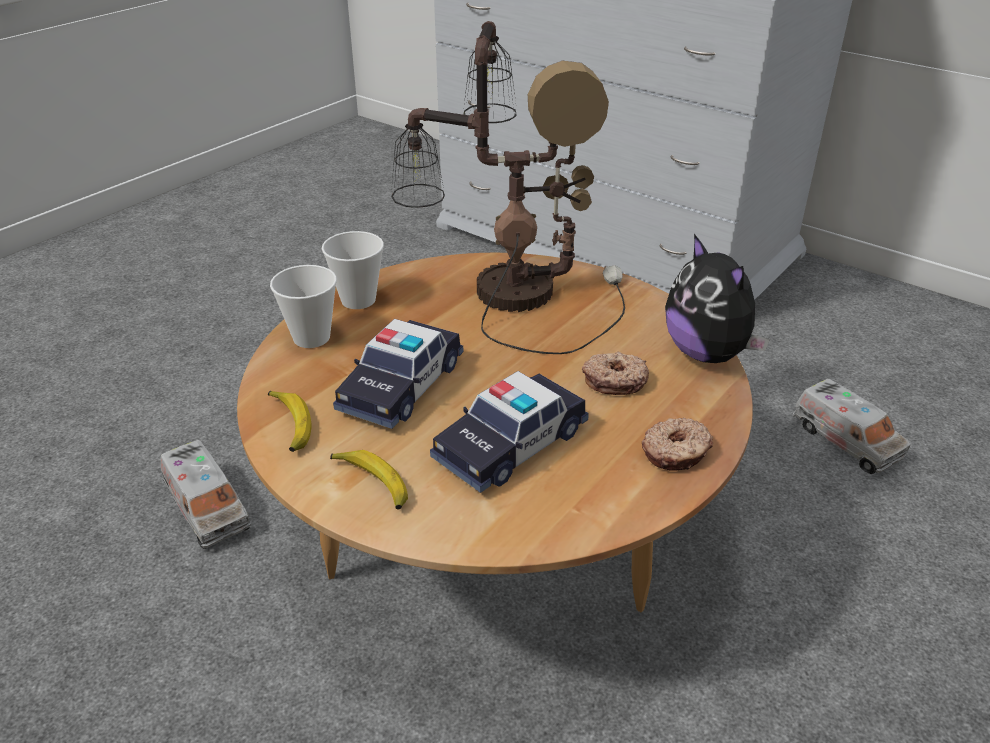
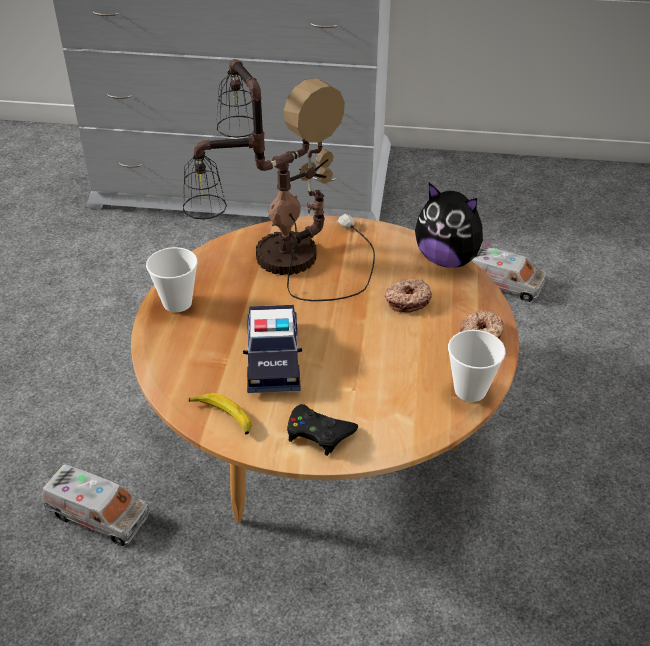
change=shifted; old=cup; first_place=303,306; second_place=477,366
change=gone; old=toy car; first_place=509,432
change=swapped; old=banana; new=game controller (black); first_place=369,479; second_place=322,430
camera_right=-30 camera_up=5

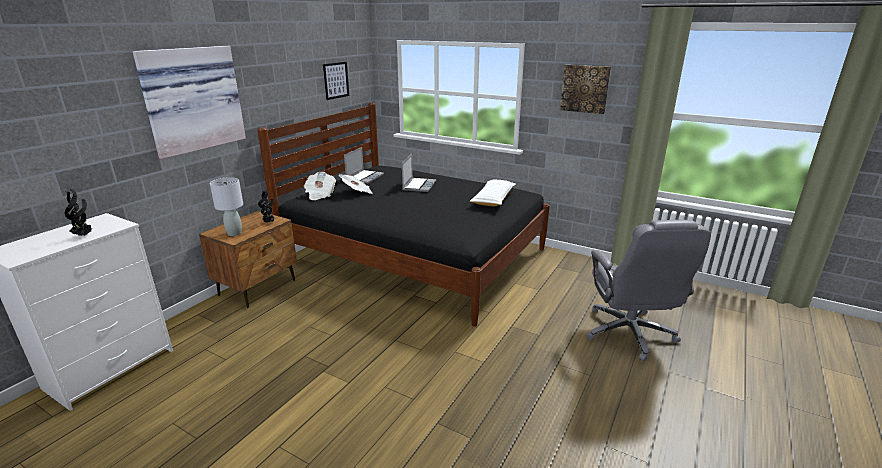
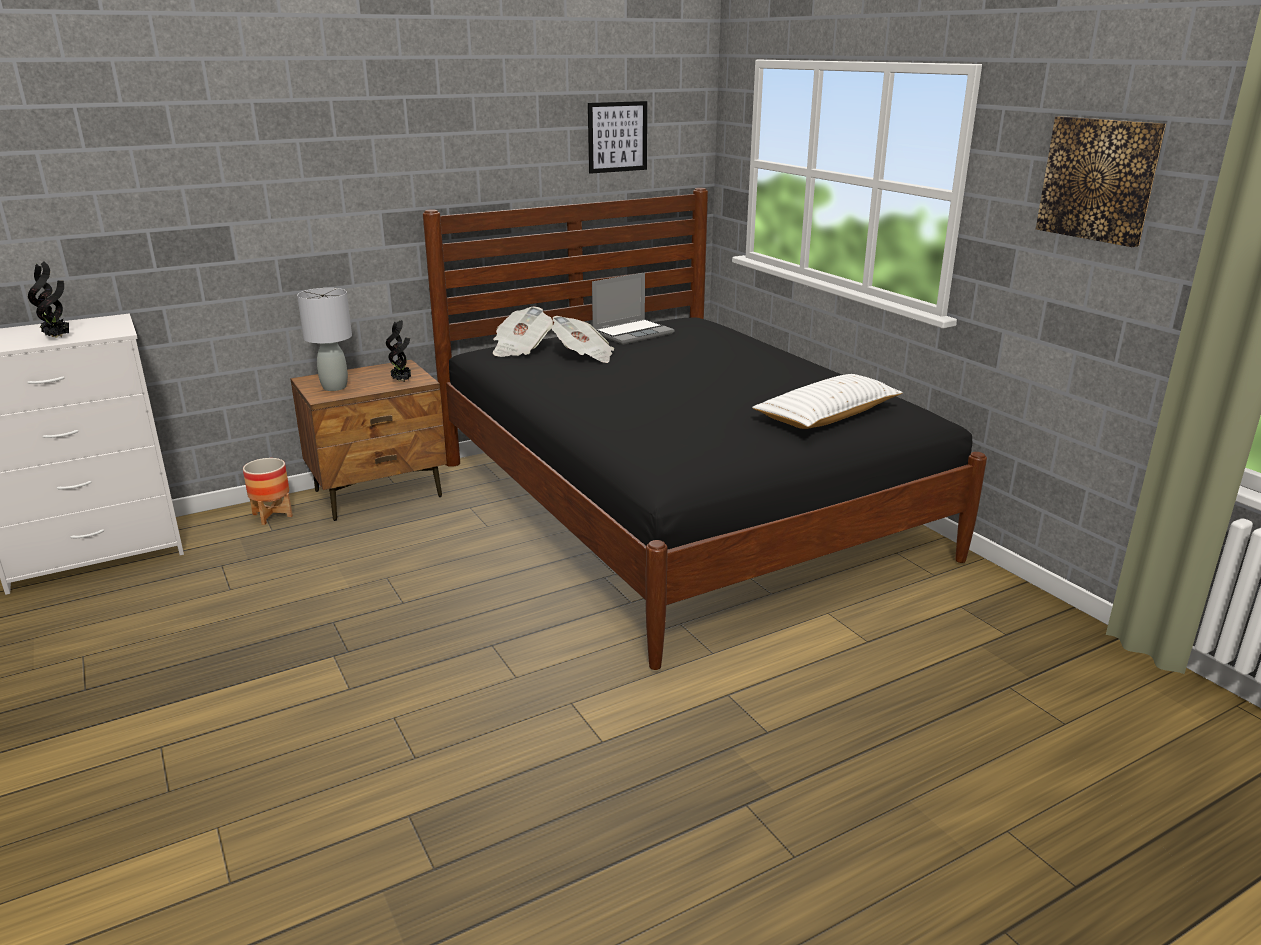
change=gone; old=picture; first_place=189,102
change=gone; old=laptop; first_place=419,173
change=gone; old=office chair (grey); first_place=648,291
change=new; new=planter; second_place=268,491
camera_right=30 camera_up=0

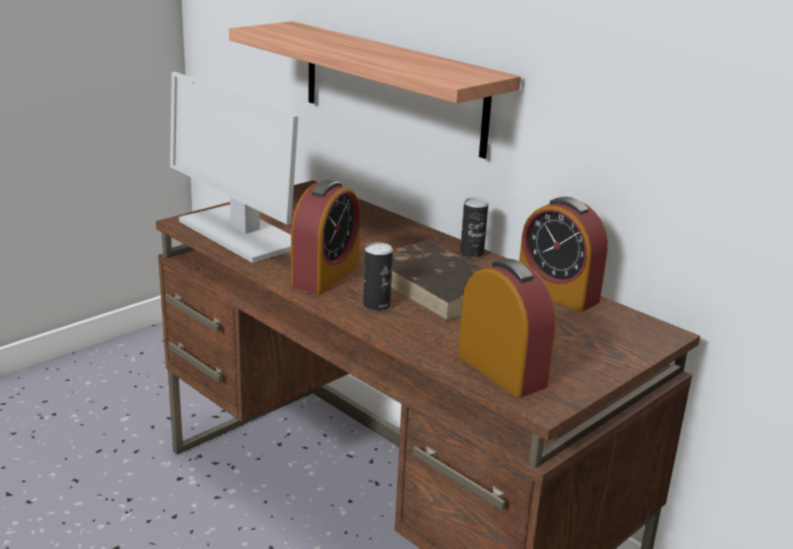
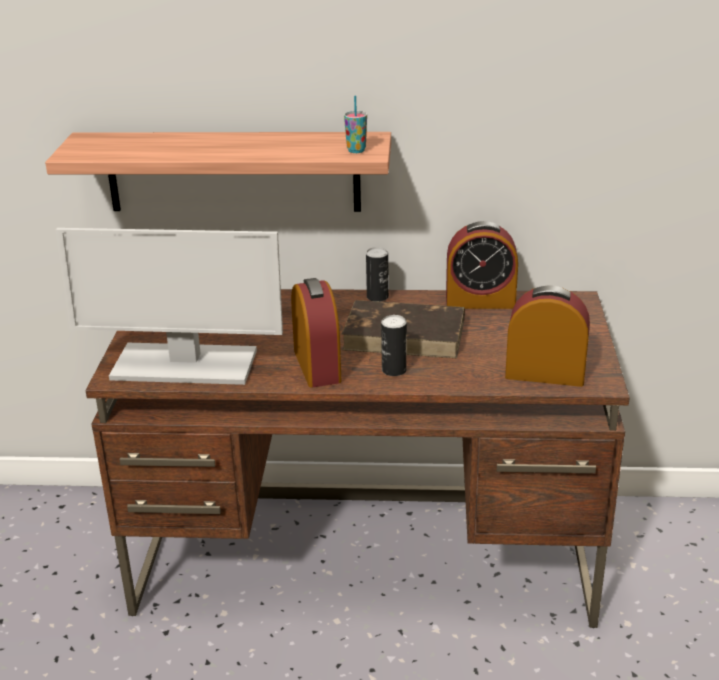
change=new; new=cup; second_place=355,124
camera_right=-40 camera_up=5

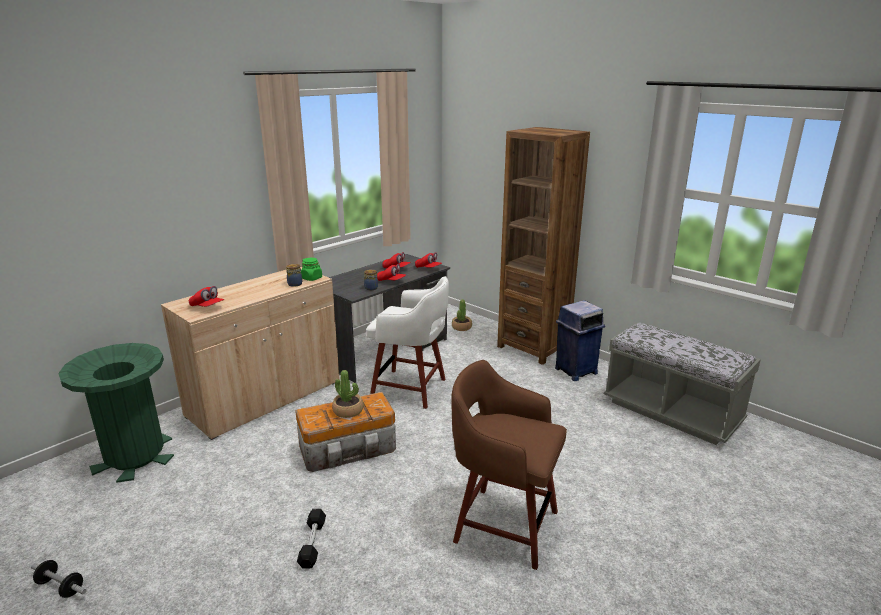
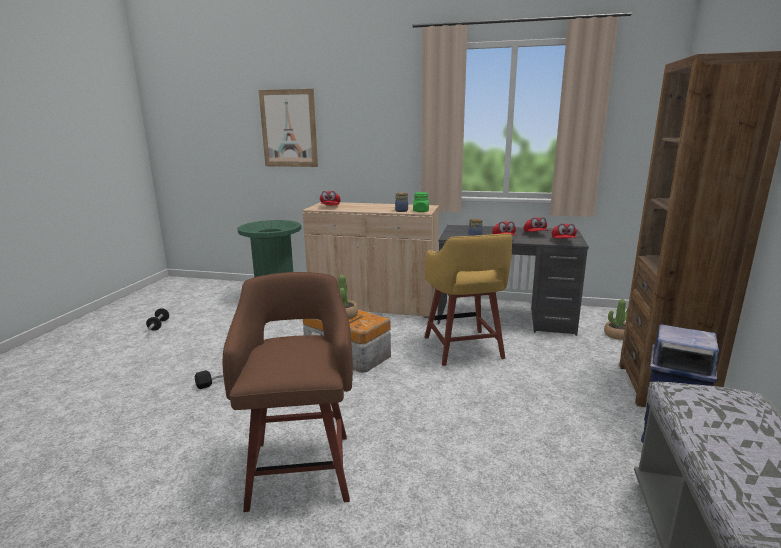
change=repainted; old=stool (white); new=stool (yellow); first_place=407,342; second_place=468,299
change=new; new=picture; second_place=288,128
camera_right=60 camera_up=-5

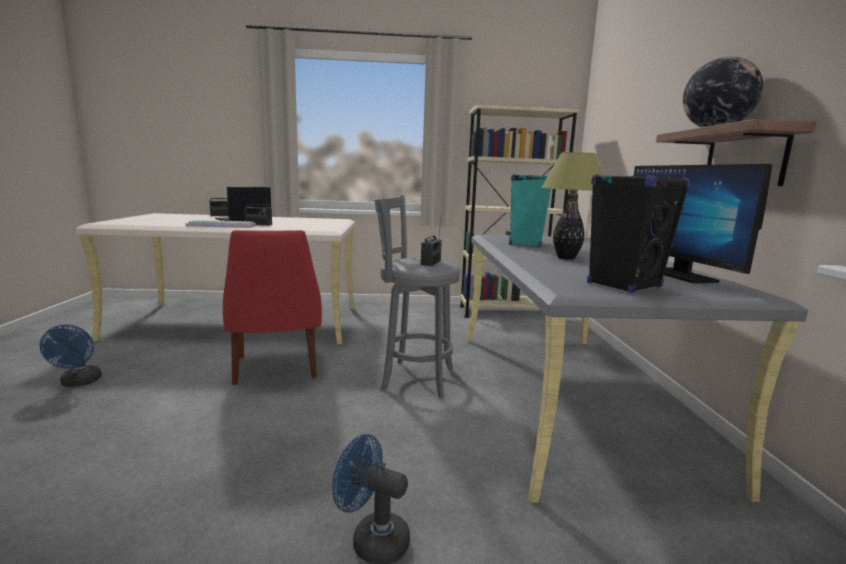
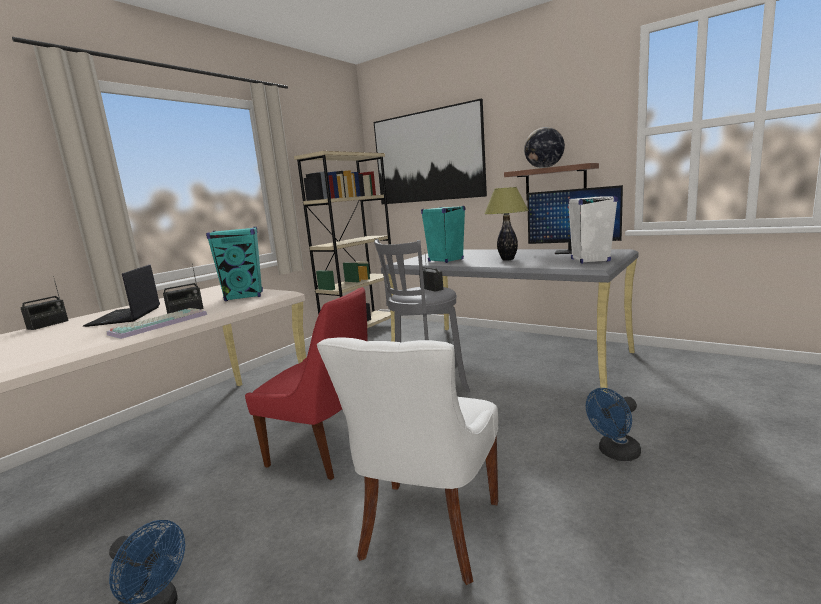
change=repainted; old=speaker (black); new=speaker (white); first_place=638,233; second_place=593,230
change=new; new=picture; second_place=430,151
change=new; new=speaker (turquoise); second_place=234,264
change=new; new=chair (white); second_place=407,461
camera_right=-50 camera_up=0

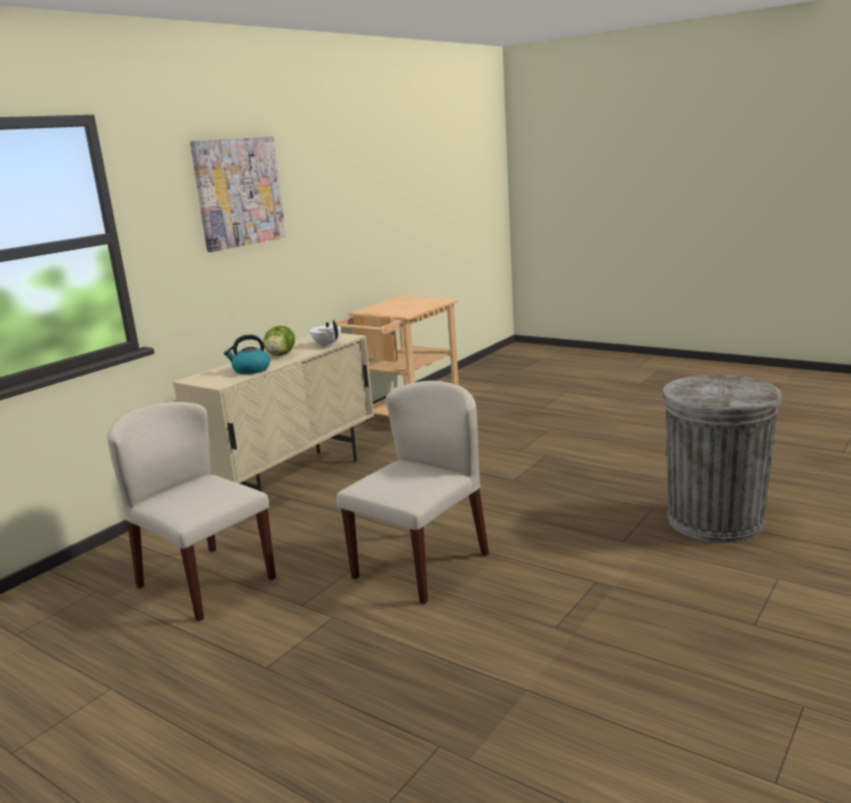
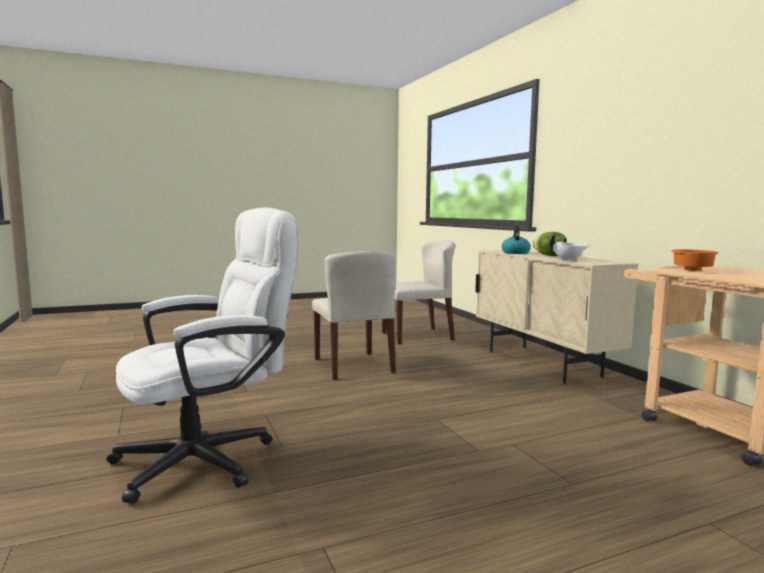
change=gone; old=picture; first_place=238,194
change=swapped; old=trash can (grey); new=office chair (white); first_place=722,459; second_place=202,356
change=new; new=bowl (orange); second_place=695,260
camera_right=120 camera_up=-10

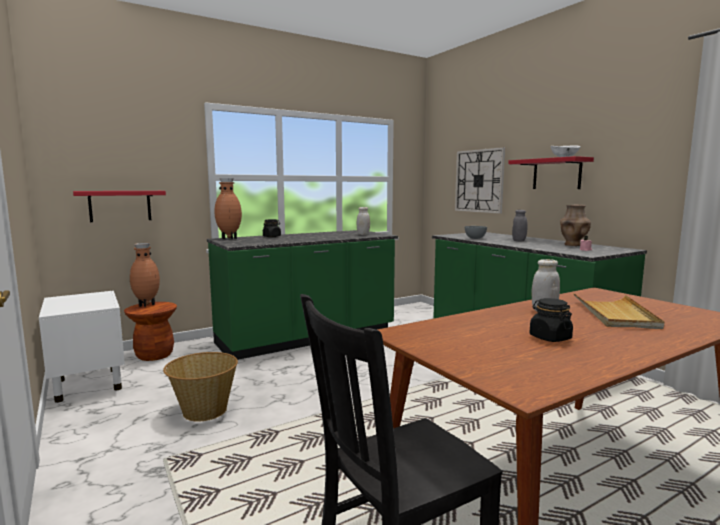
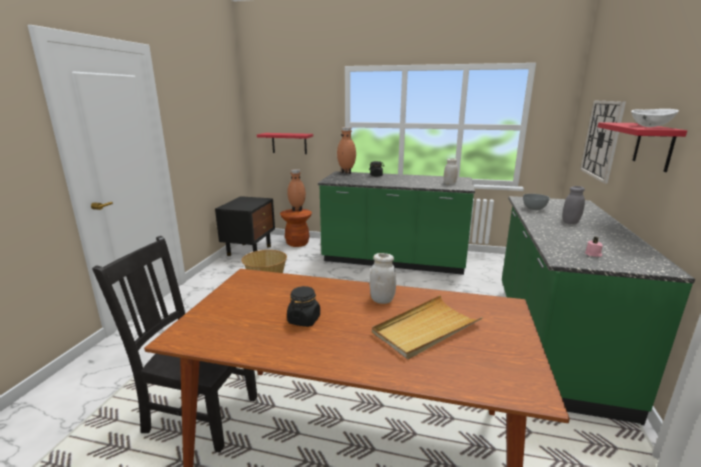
change=gone; old=vase (brown); first_place=575,225
change=repainted; old=nightstand (white); new=nightstand (black); first_place=82,347; second_place=245,226
camera_right=45 camera_up=10

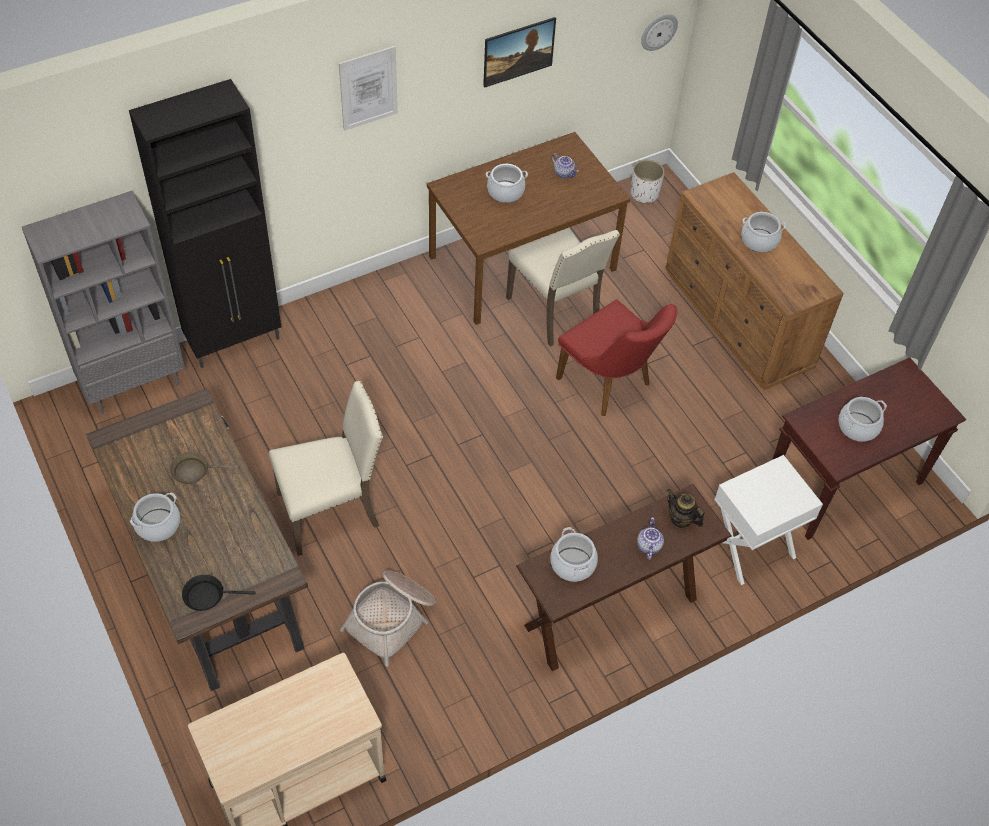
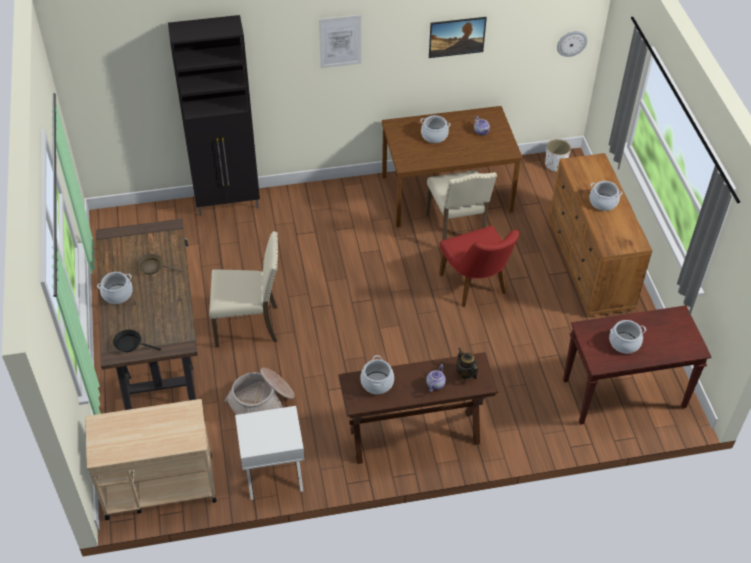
change=gone; old=bookcase (grey); first_place=103,302
change=shifted; old=nightstand (white); first_place=768,520; second_place=269,453
camera_right=20 camera_up=-5

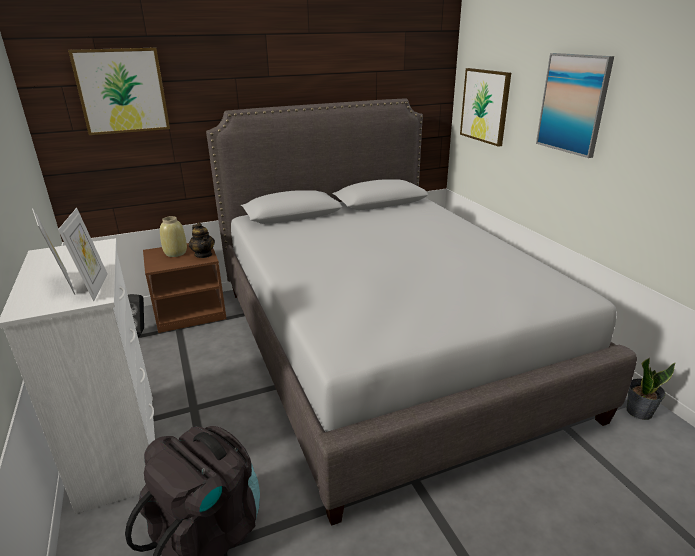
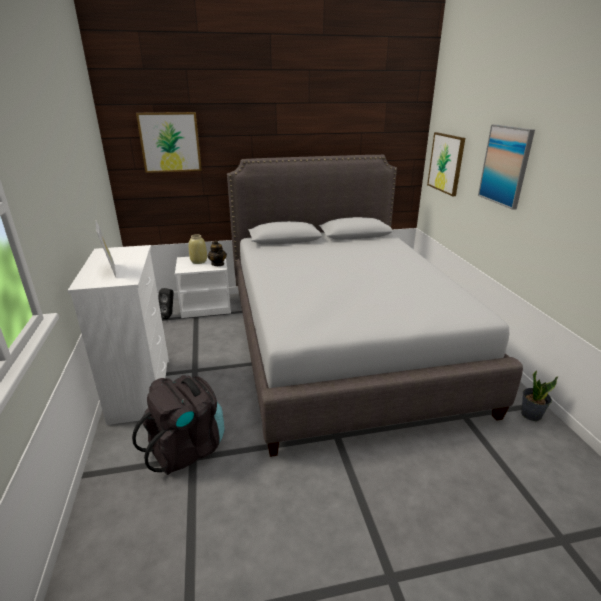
change=gone; old=picture frame; first_place=82,254
change=repainted; old=nightstand (brown); new=nightstand (white); first_place=185,288; second_place=203,286
camera_right=10 camera_up=0

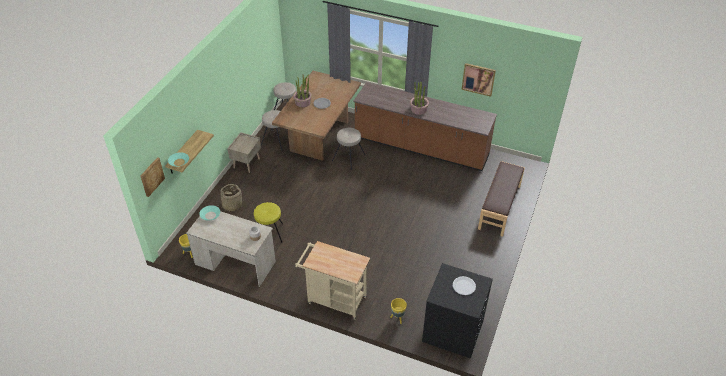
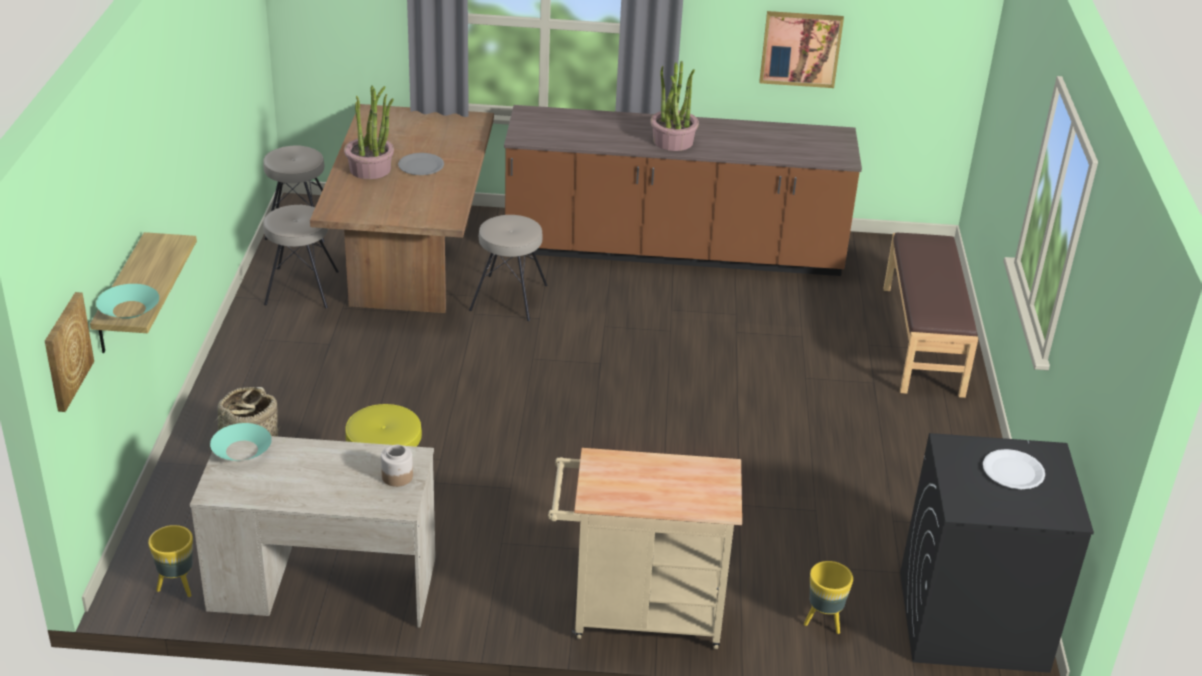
change=gone; old=nightstand (beige); first_place=244,152
camera_right=-20 camera_up=-10

